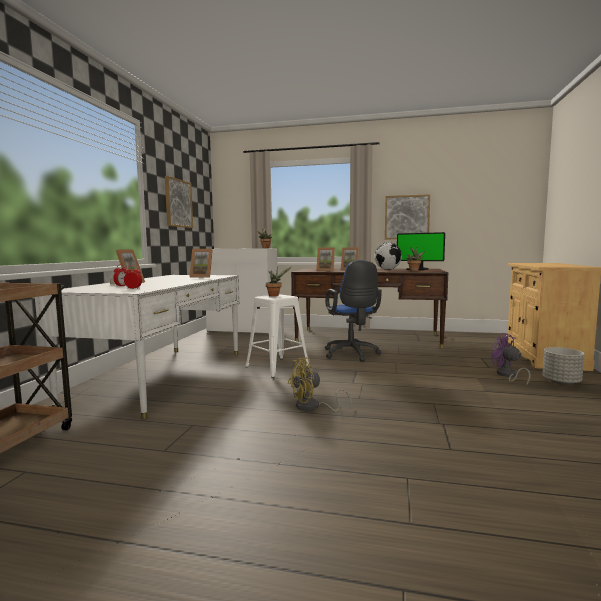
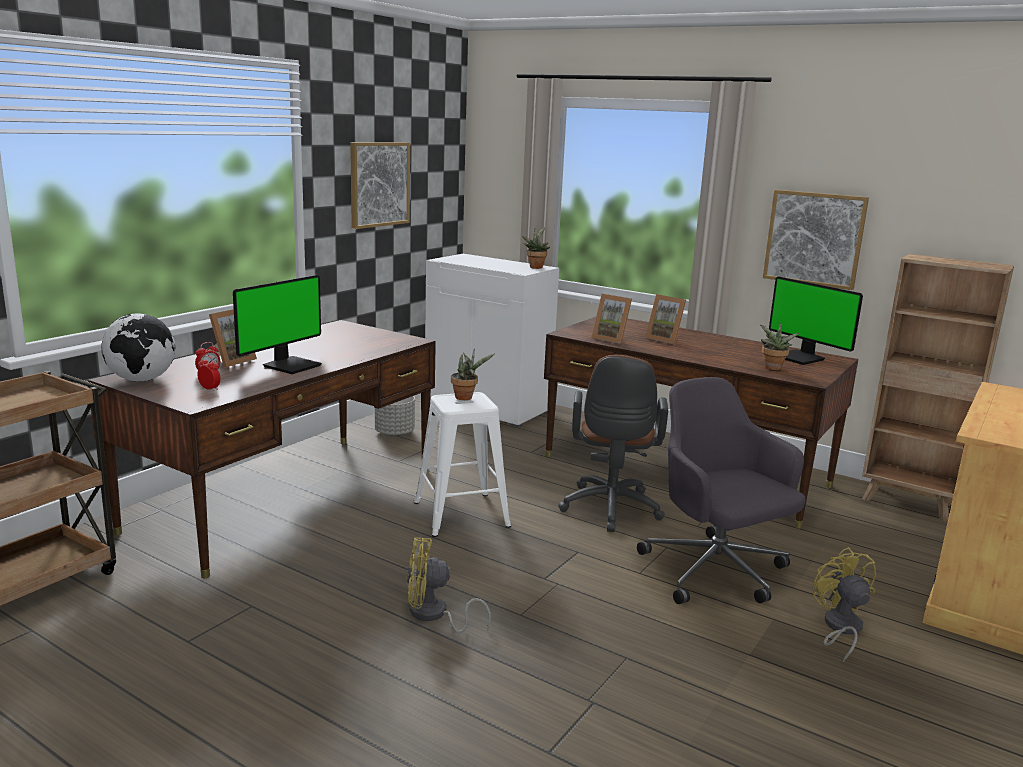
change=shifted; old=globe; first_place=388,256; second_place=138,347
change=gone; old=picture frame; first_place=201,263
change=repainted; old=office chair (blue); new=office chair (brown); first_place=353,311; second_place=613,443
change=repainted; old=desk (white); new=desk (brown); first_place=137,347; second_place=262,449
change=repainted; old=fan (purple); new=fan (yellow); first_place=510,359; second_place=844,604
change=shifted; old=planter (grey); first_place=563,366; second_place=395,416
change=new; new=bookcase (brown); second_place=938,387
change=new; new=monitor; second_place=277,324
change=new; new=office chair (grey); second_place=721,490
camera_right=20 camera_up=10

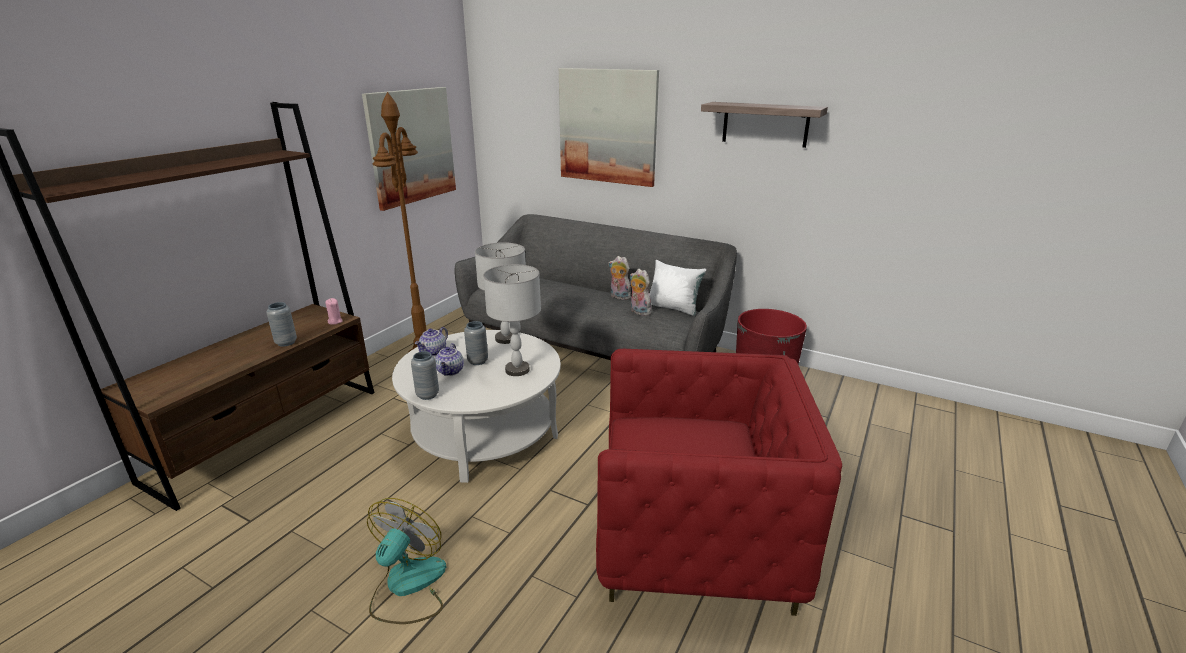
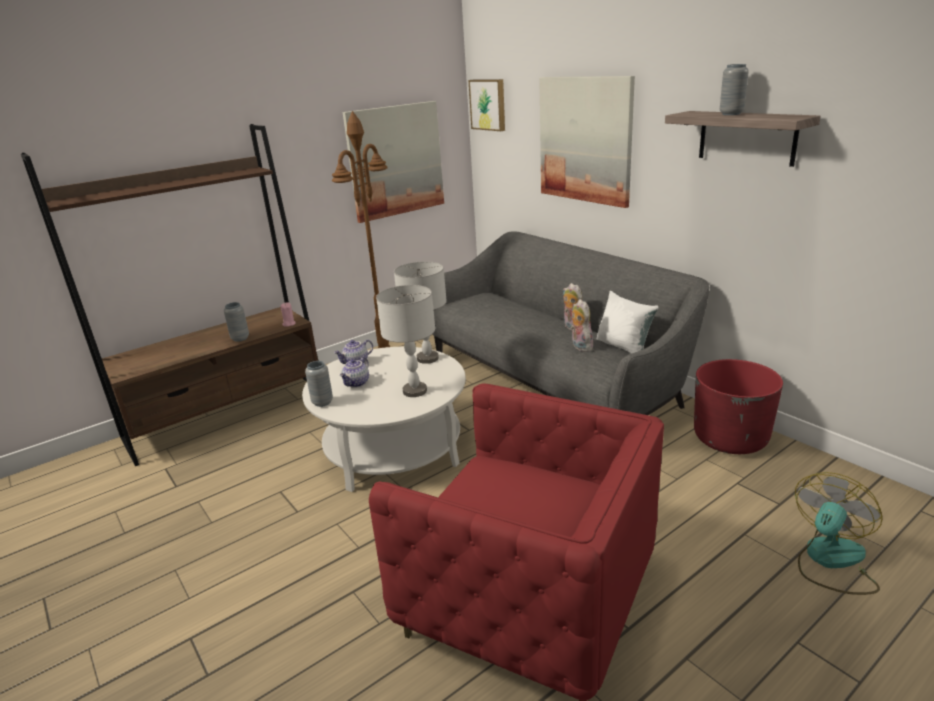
change=shifted; old=vase (grey); first_place=476,343; second_place=734,89
change=shifted; old=fan; first_place=406,561; second_place=839,533
change=new; new=picture; second_place=487,105
camera_right=25 camera_up=0

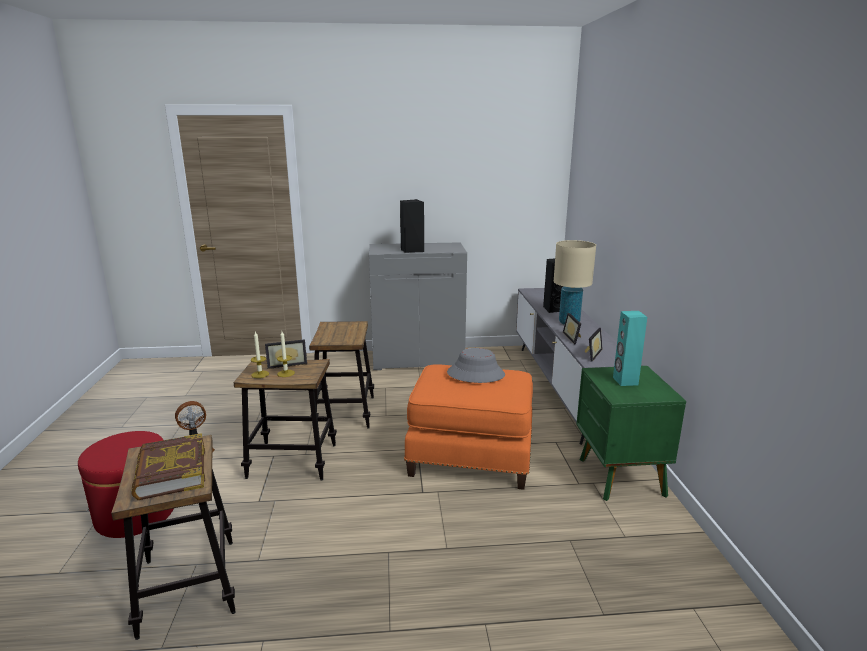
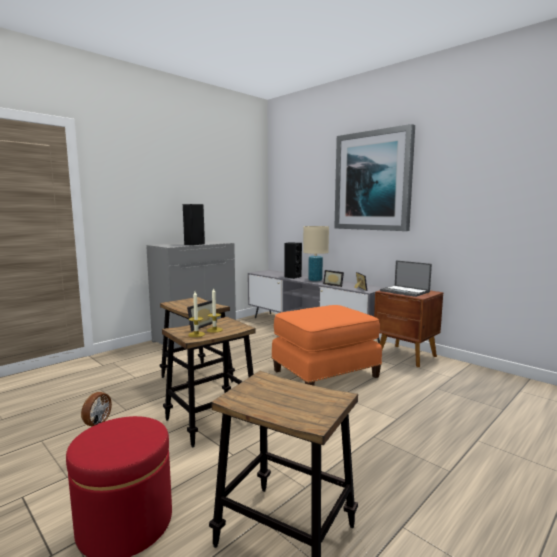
change=swapped; old=speaker (turquoise); new=laptop; first_place=630,348; second_place=406,278
change=gone; old=hat (grey); first_place=476,365
change=repainted; old=nightstand (green); new=nightstand (brown); first_place=631,433; second_place=408,328
change=gone; old=book; first_place=168,466
change=new; new=picture; second_place=374,177
camera_right=-40 camera_up=-10

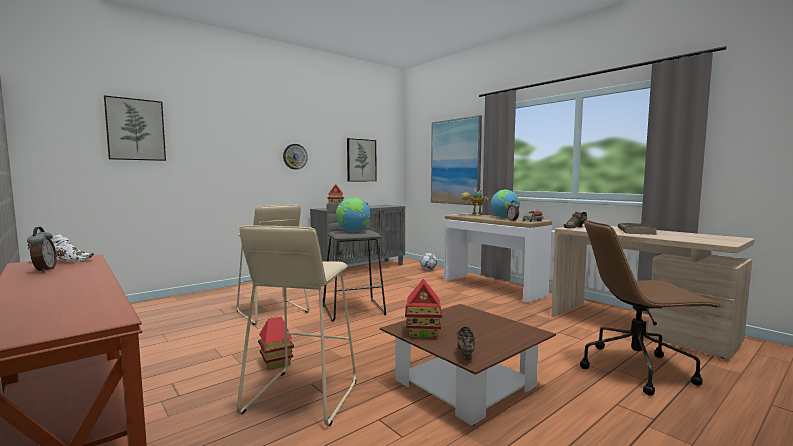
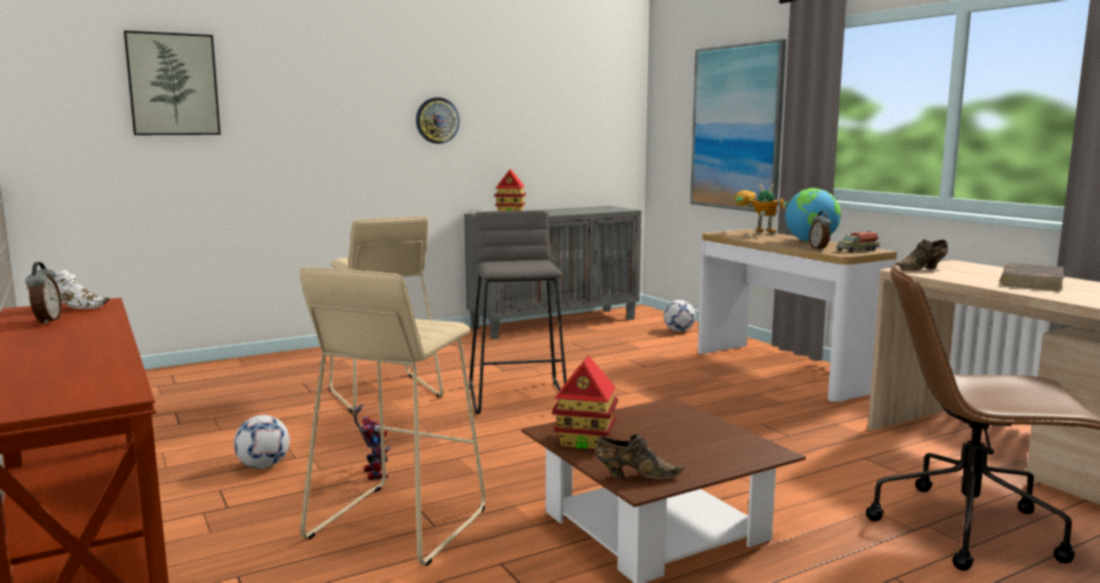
change=gone; old=picture; first_place=362,159
change=gone; old=globe; first_place=353,214
change=swapped; old=toy house; new=toy robot; first_place=276,343; second_place=372,442
change=rotated; old=shoe (brown); first_place=465,343; second_place=639,457; degrees=75
change=new; new=football; second_place=262,442
camera_right=10 camera_up=5

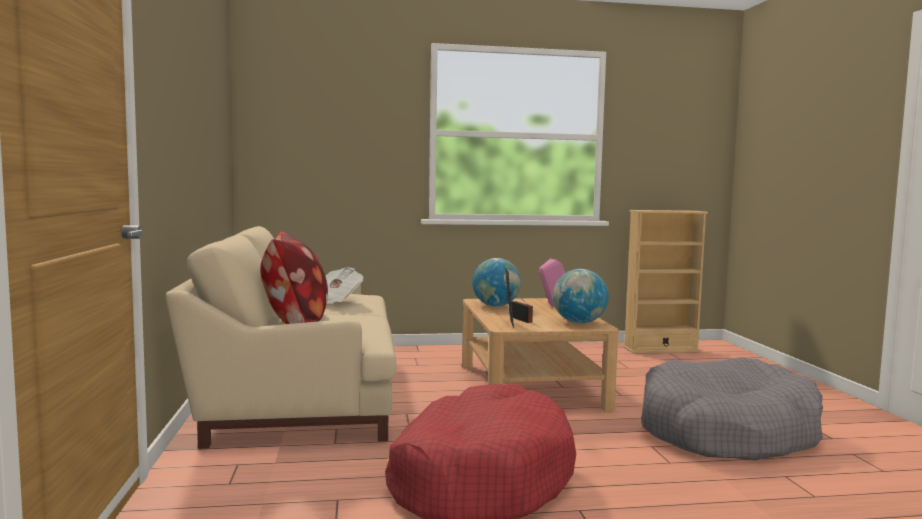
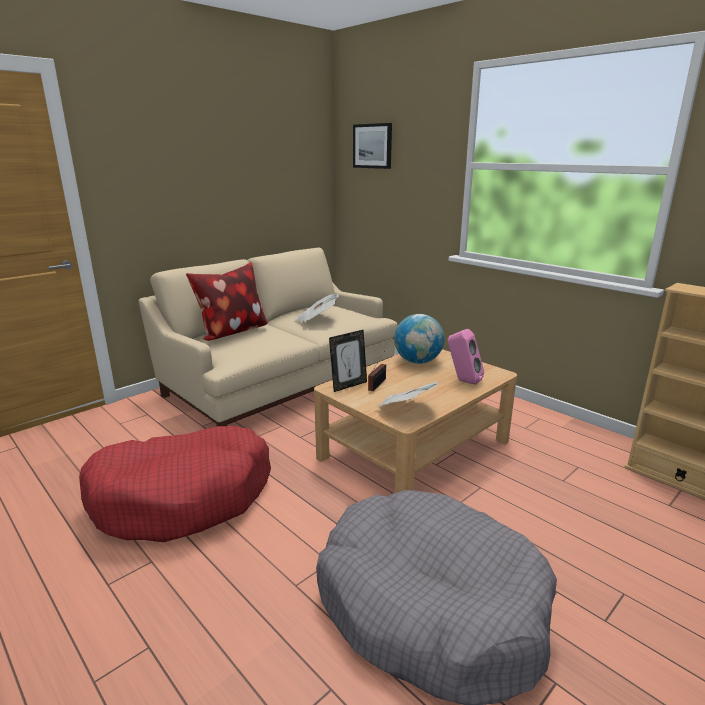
change=swapped; old=globe; new=newspaper; first_place=581,296; second_place=407,394
change=new; new=picture; second_place=372,146
camera_right=55 camera_up=15

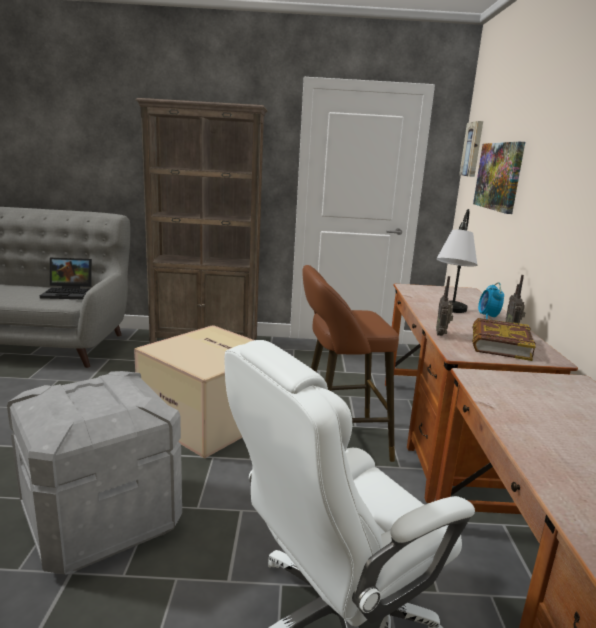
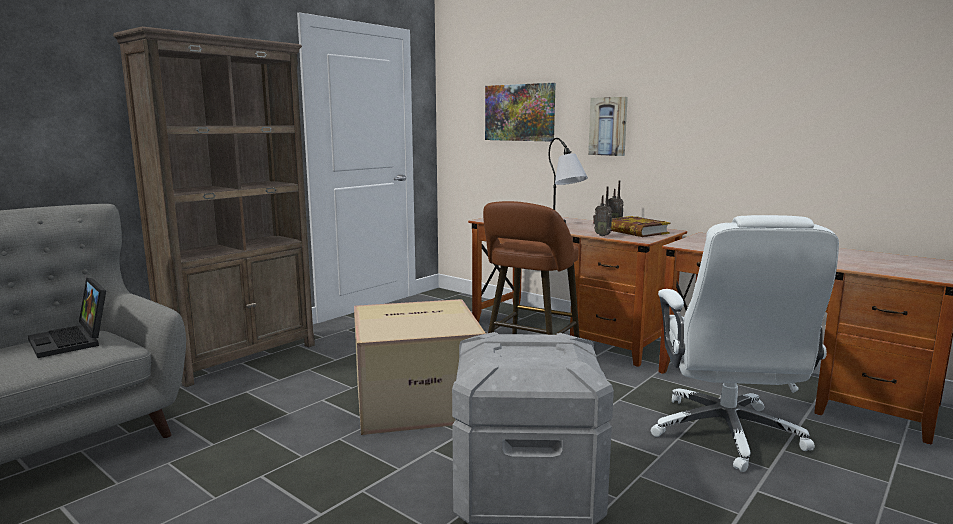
change=shifted; old=picture; first_place=471,149; second_place=608,126
change=rotated; old=laptop; first_place=66,278; second_place=67,318; degrees=105
change=gone; old=alarm clock; first_place=491,300
camera_right=-50 camera_up=-5

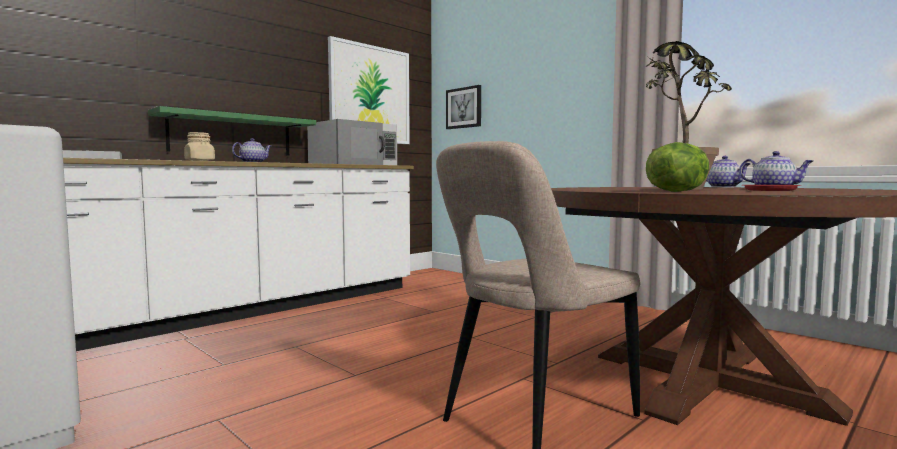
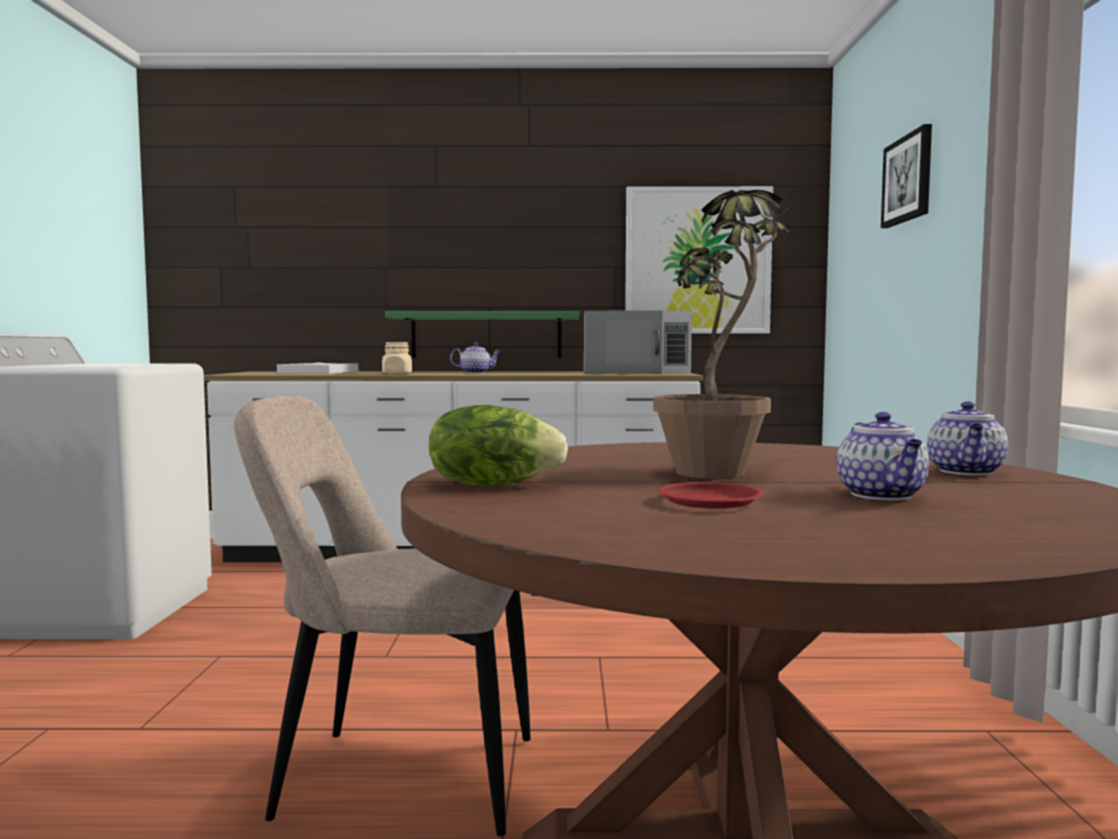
change=shifted; old=picture; first_place=463,107; second_place=906,176
camera_right=45 camera_up=0

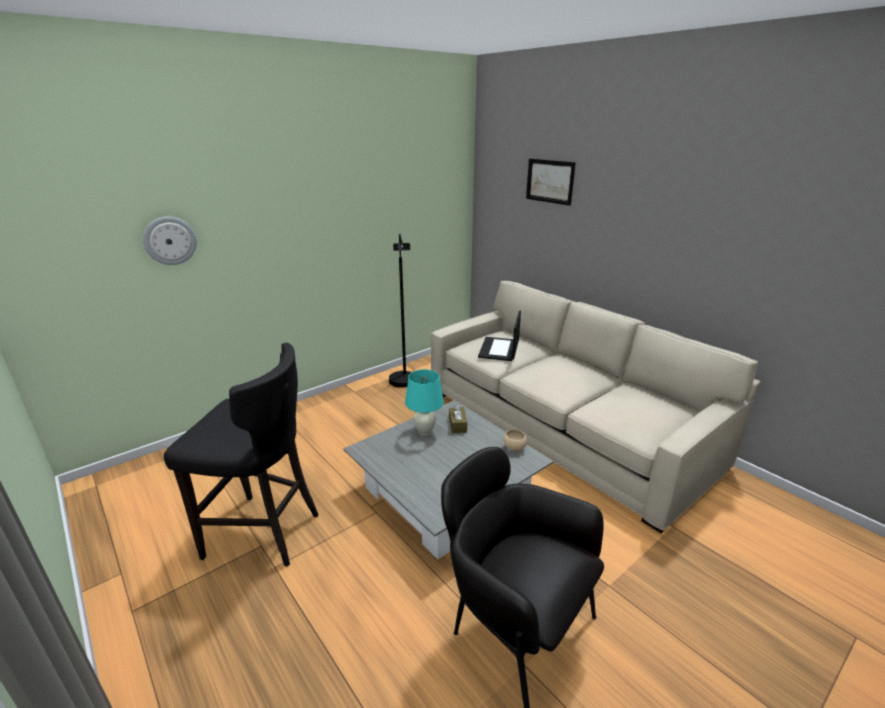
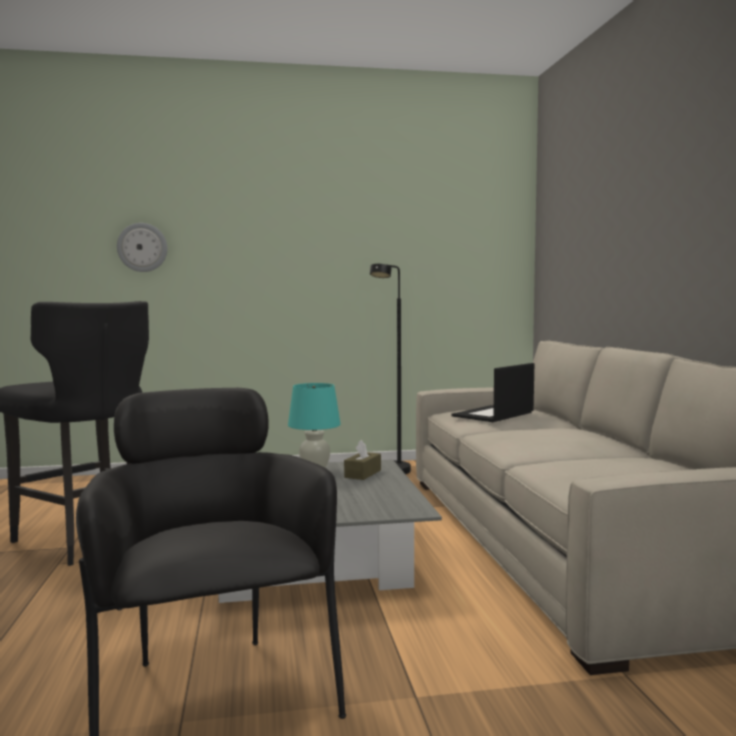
change=gone; old=picture; first_place=551,182
change=gone; old=bowl (beige); first_place=515,440
camera_right=30 camera_up=-20

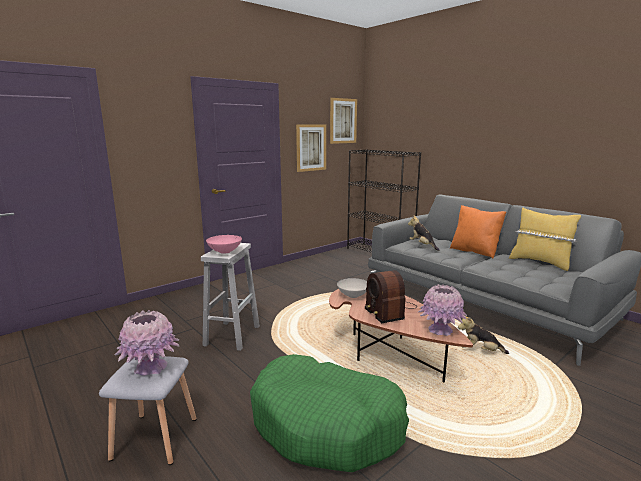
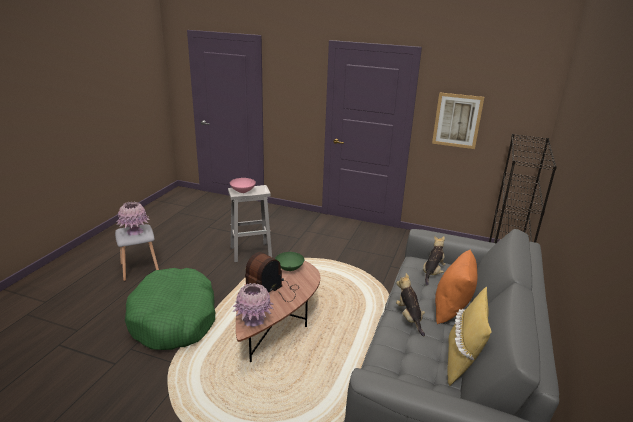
change=gone; old=picture; first_place=343,121
change=repainted; old=bowl (white); new=bowl (green); first_place=352,288; second_place=289,261
change=shifted; old=plush toy; first_place=483,334; second_place=410,304
camera_right=60 camera_up=10

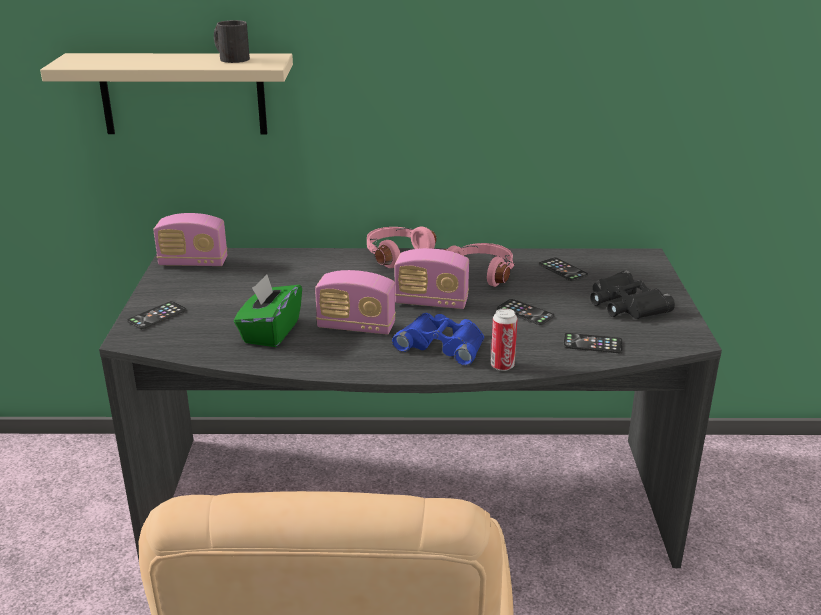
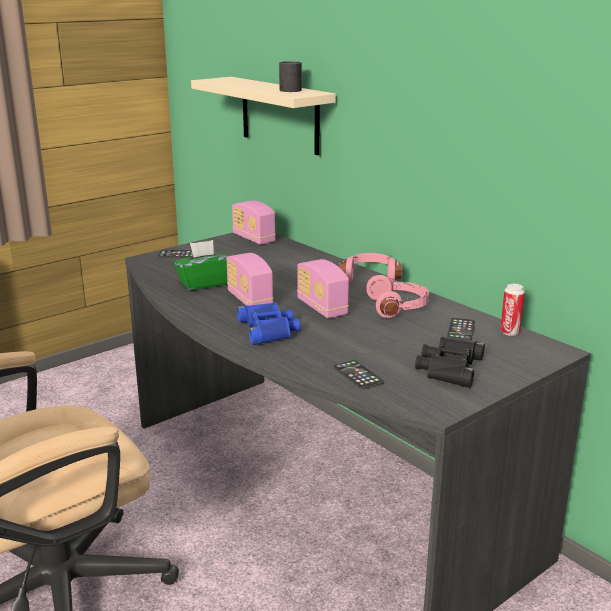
change=gone; old=phone; first_place=526,312
change=shifted; old=can; first_place=504,339; second_place=512,310
camera_right=50 camera_up=-5

